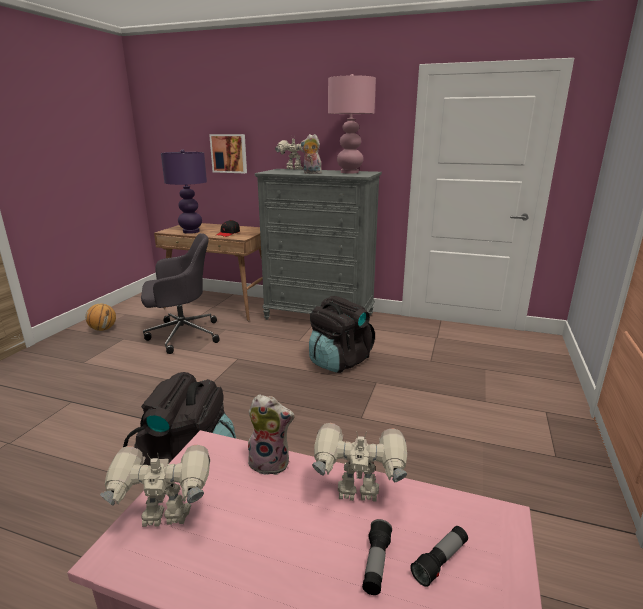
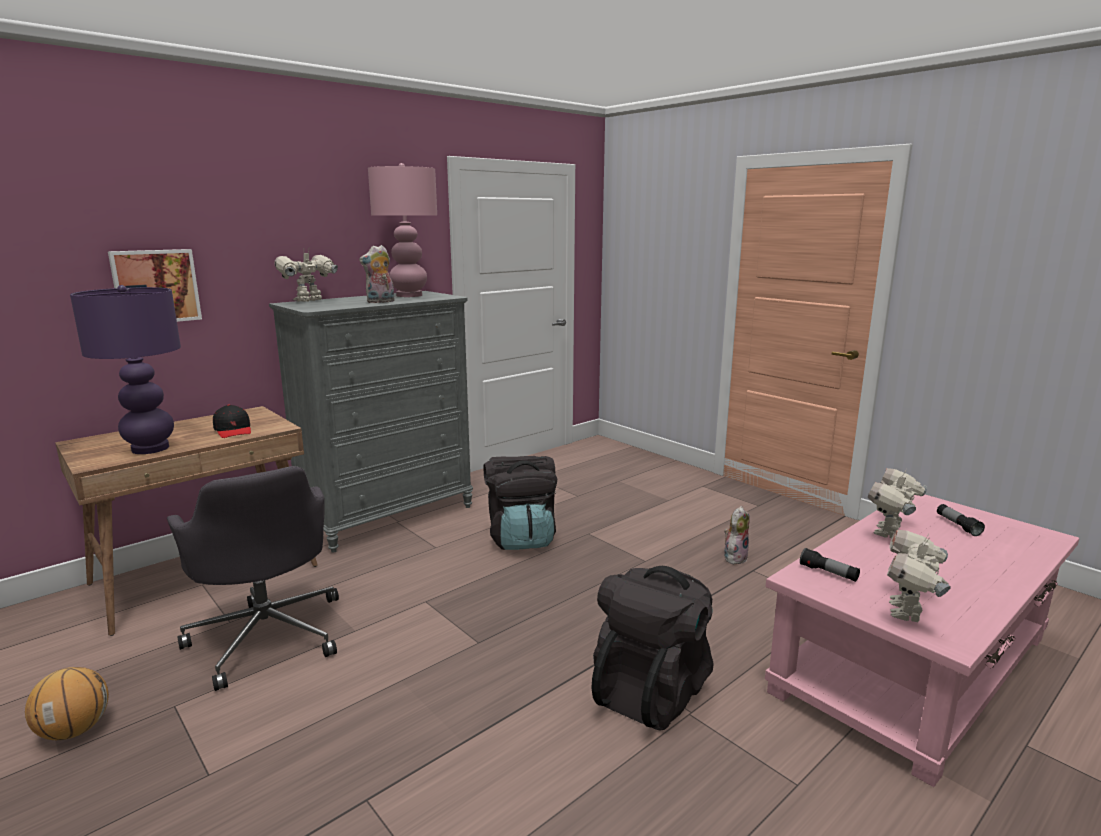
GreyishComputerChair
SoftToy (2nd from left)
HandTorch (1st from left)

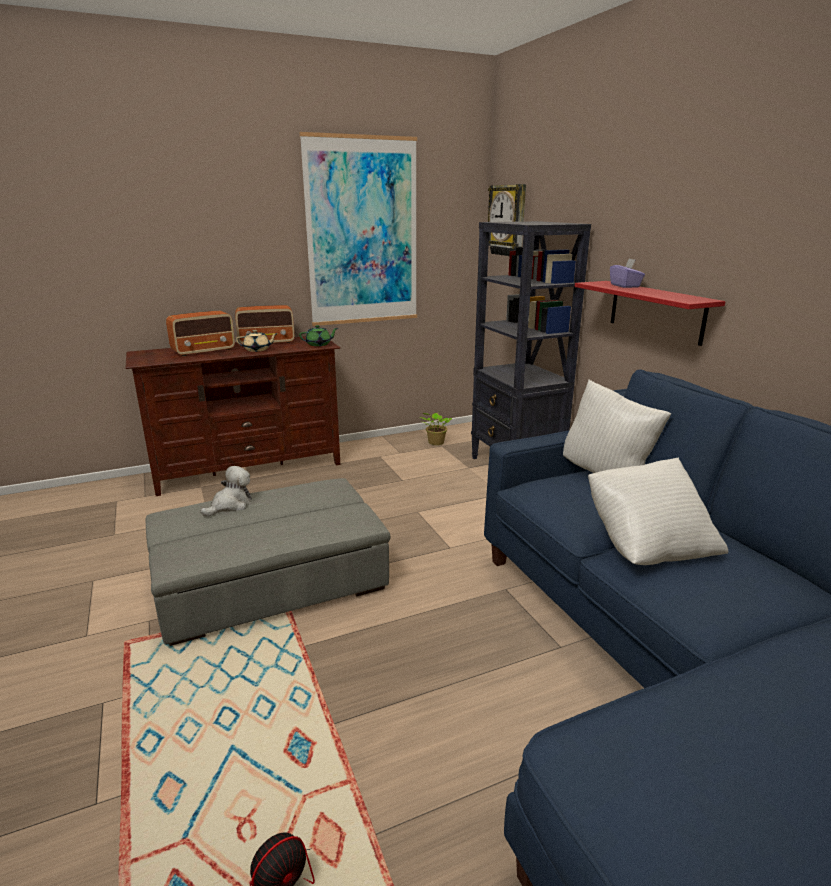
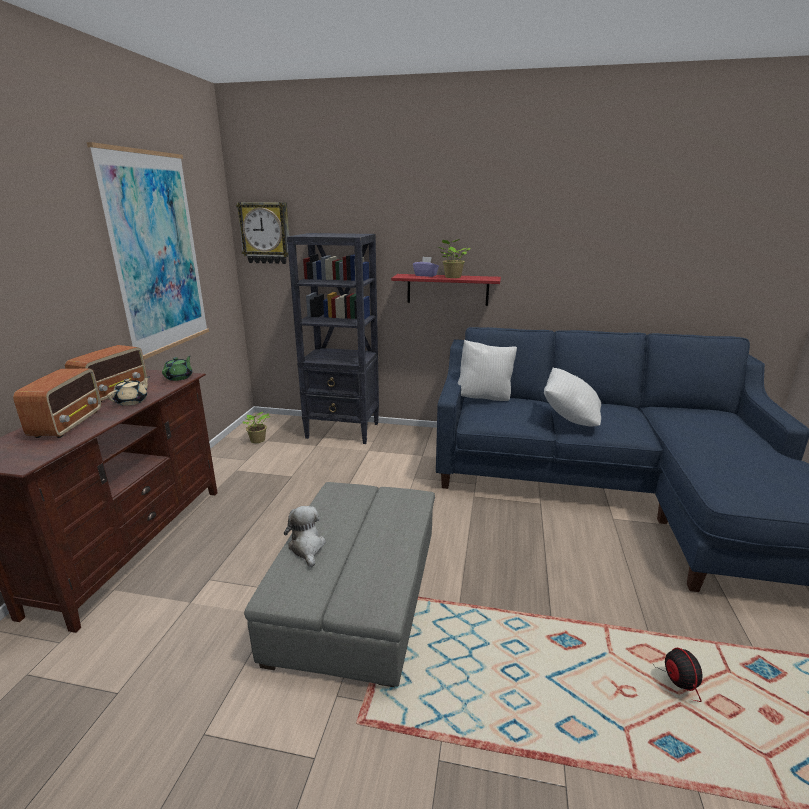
Houseplant (2nd from left)

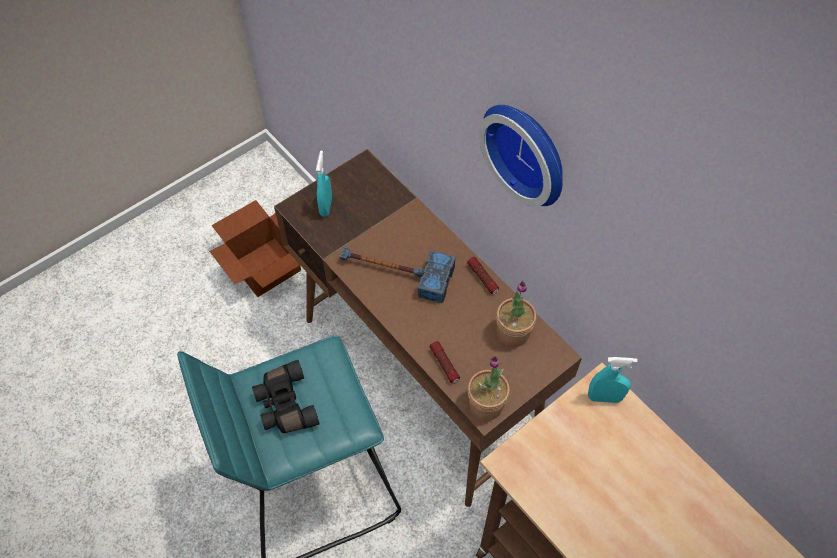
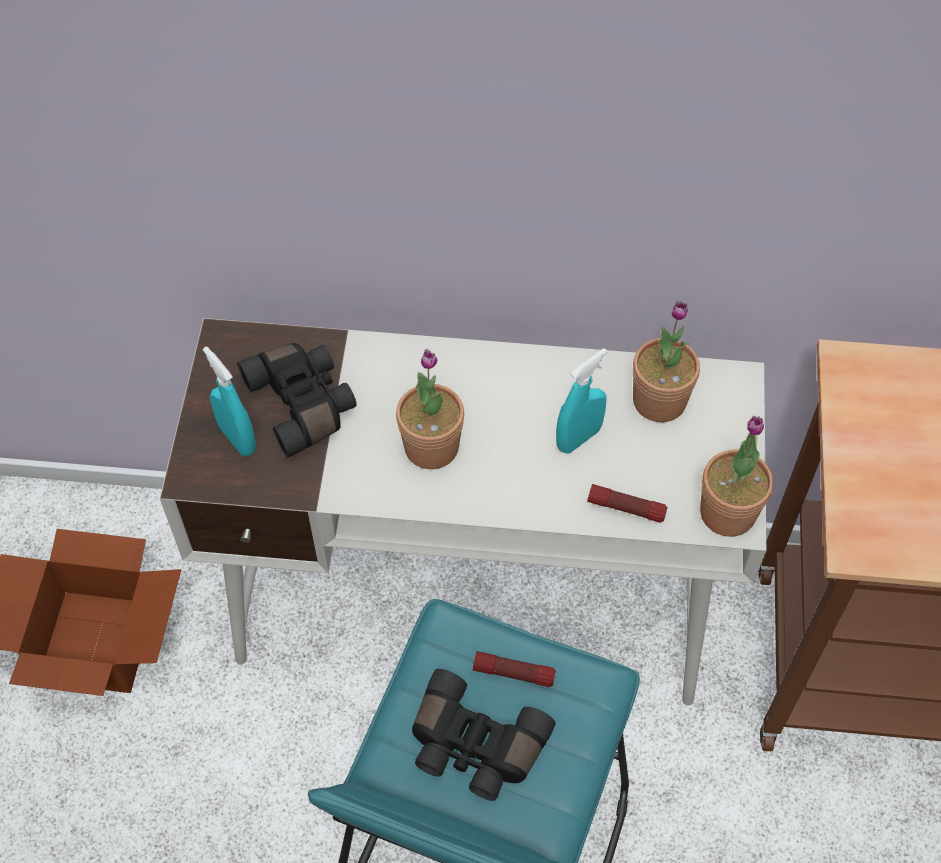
WhiteDeskTable
Houseplant (1st from left)
HandTorch (1st from left)
WallClock
TurquoiseHandSprayer (2nd from left)
BlackishFieldGlasses (1st from left)

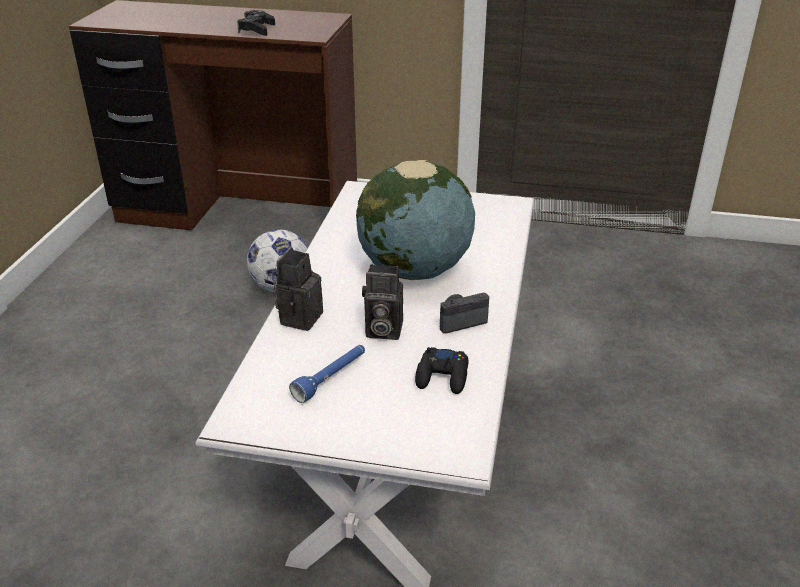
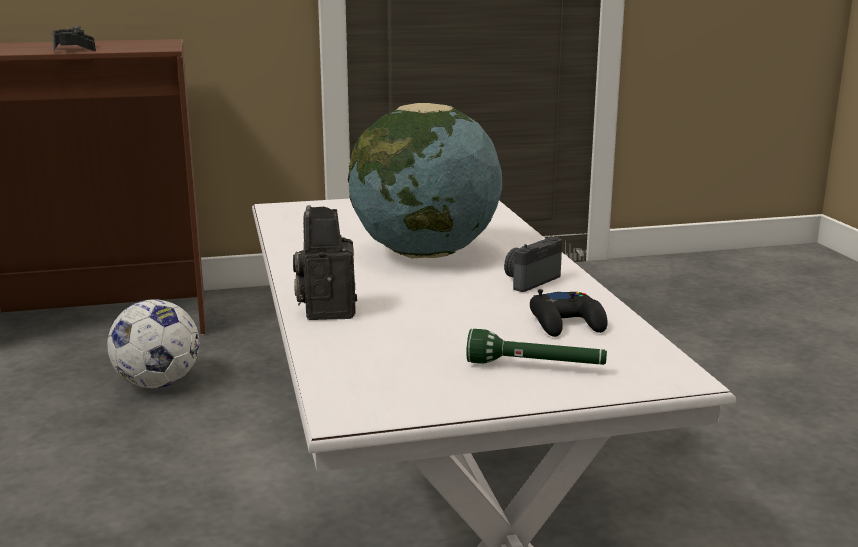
BlueColouredHandTorch
StillCamera (2nd from left in the first image)
GreenColouredHandTorch

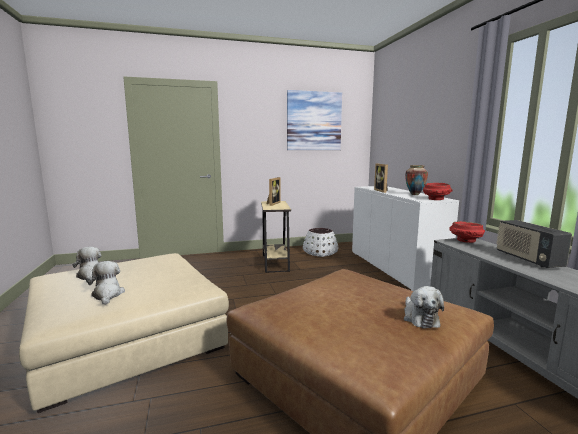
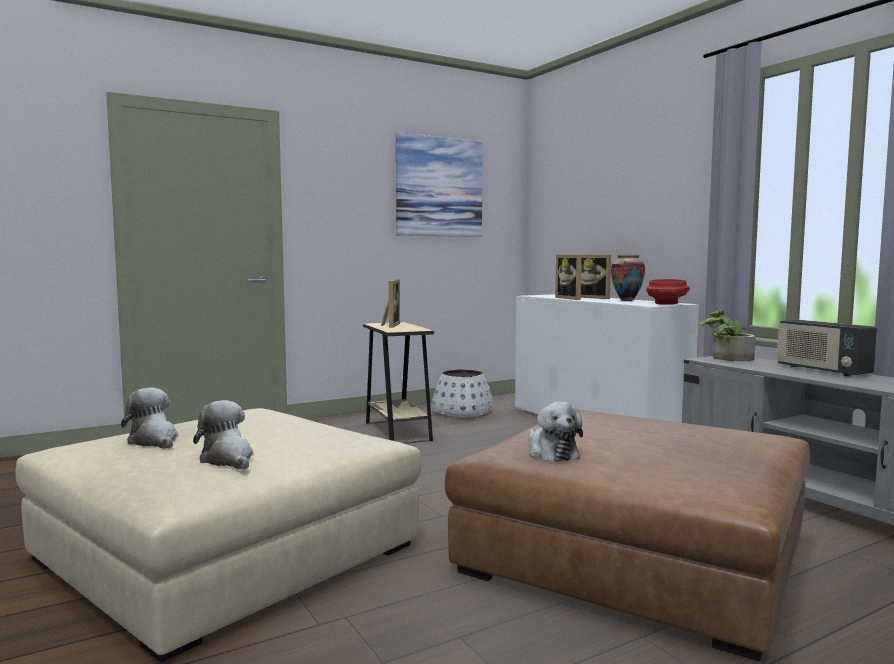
SoftToy (3rd from left)
Houseplant
StandingFrame (3rd from left)

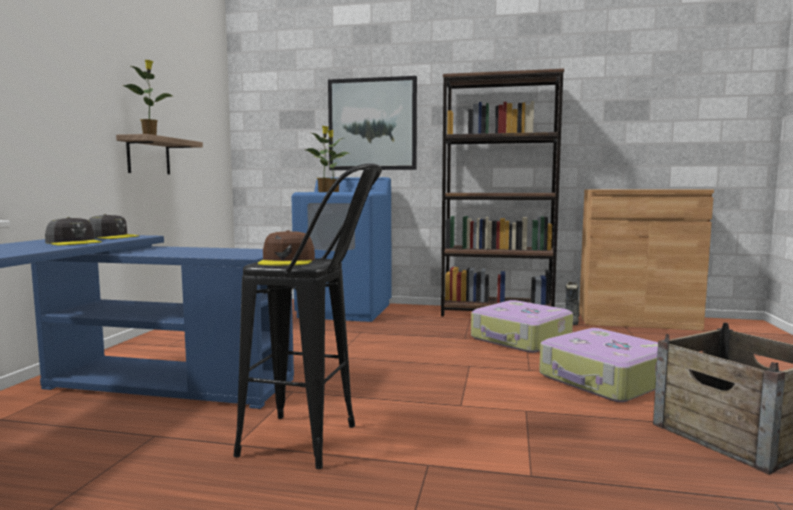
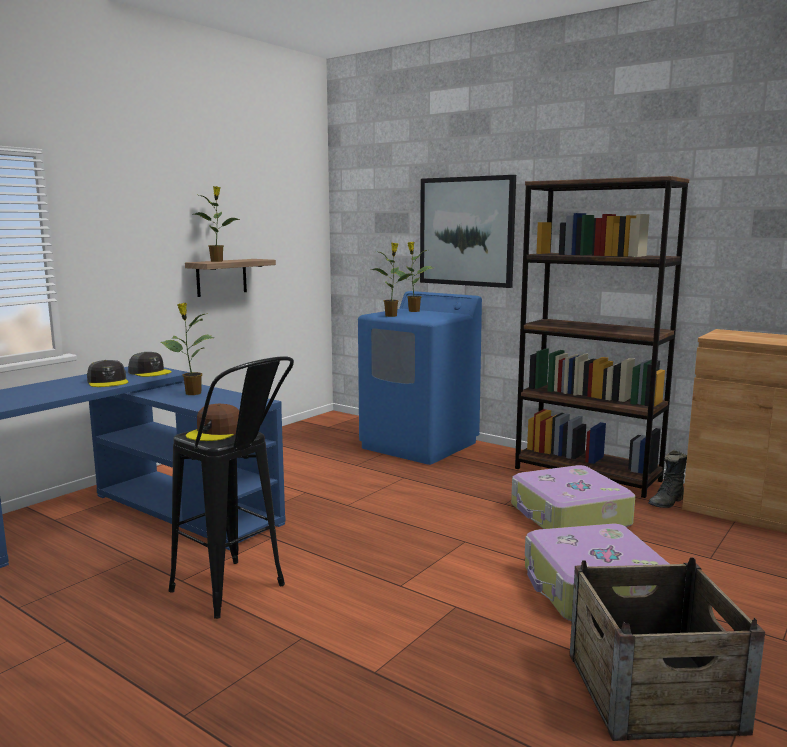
Houseplant (1st from left)

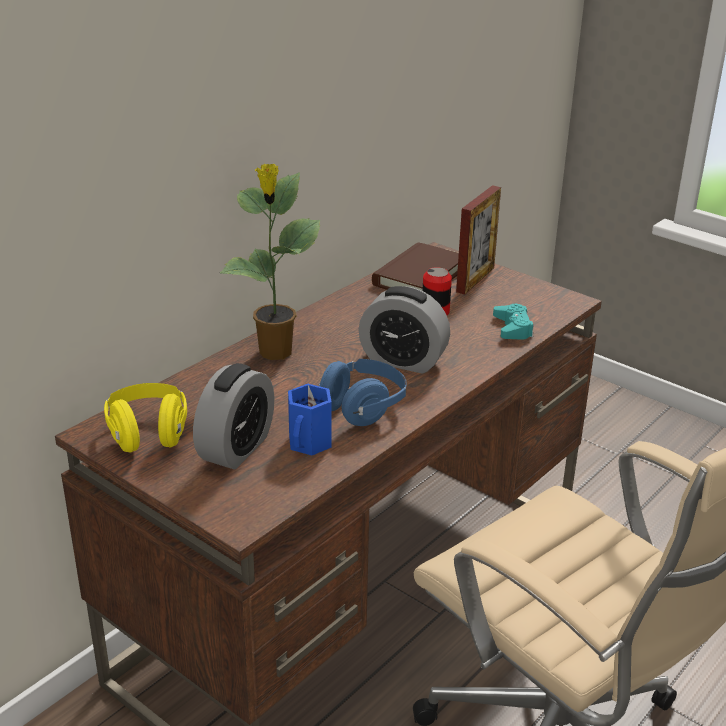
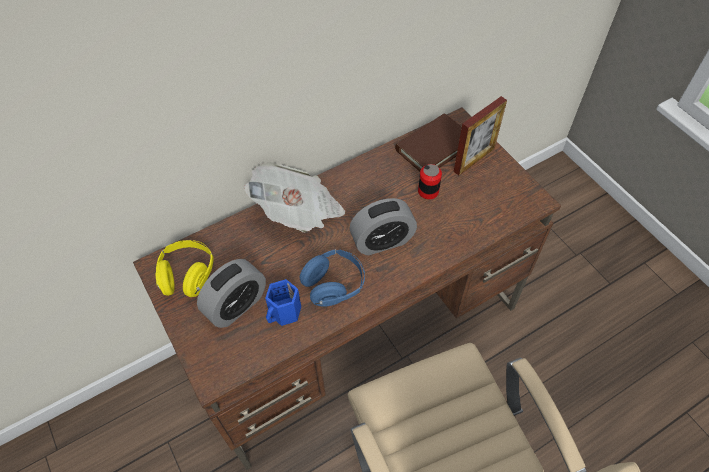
DailyPaper
TableClock (2nd from left)
TurquoiseJoypad

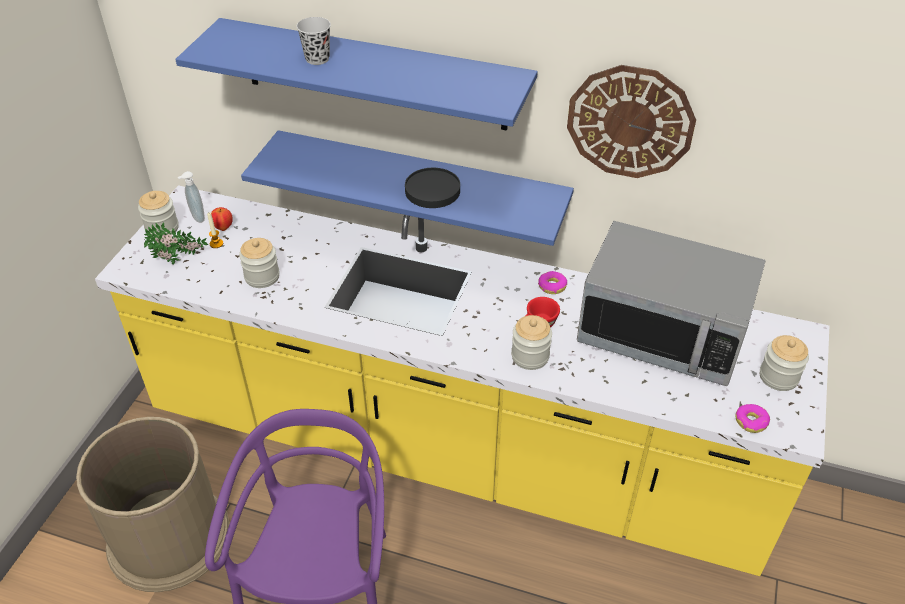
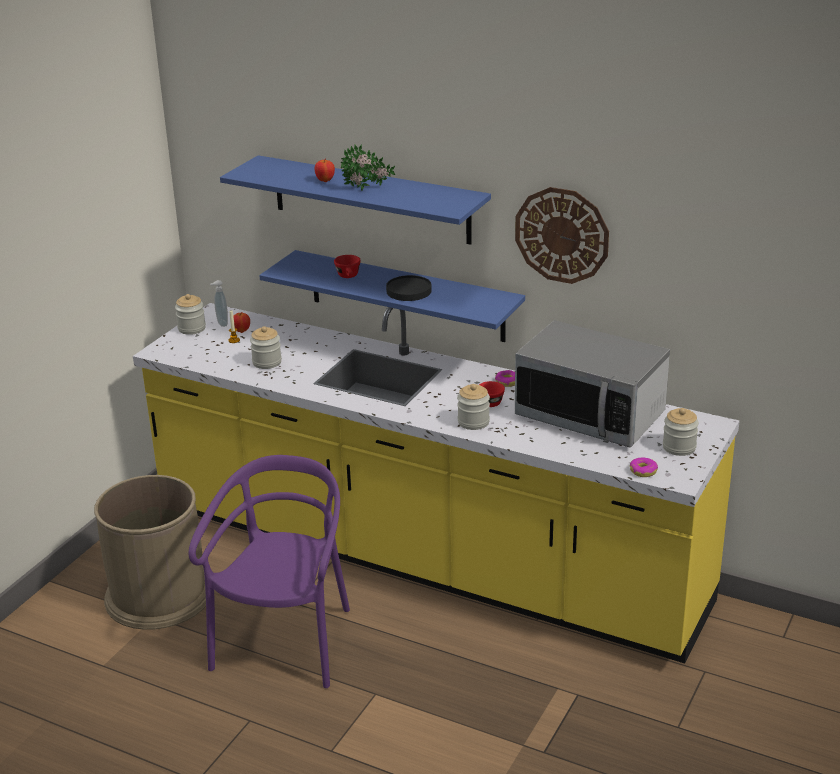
Houseplant
Apple (2nd from left)
ReddishSmallCup (1st from left)

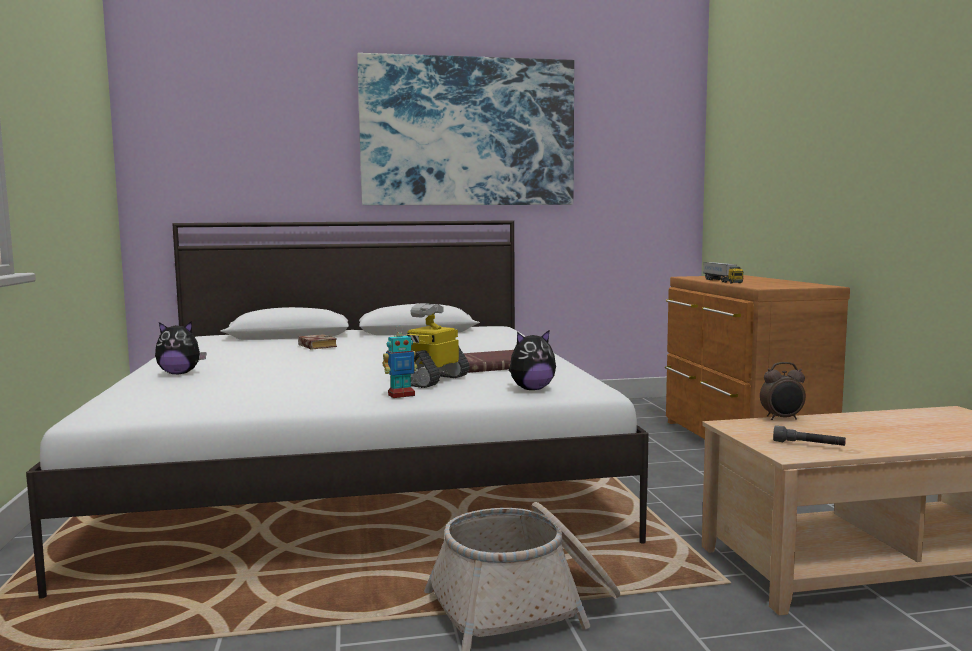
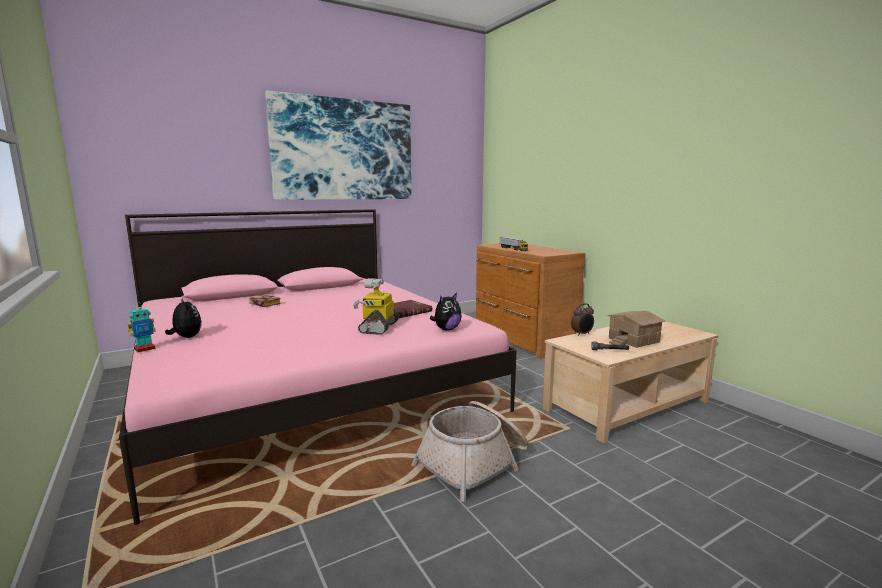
PinkColouredSleepingBed
SoftToy (1st from left)
ToyRobot (1st from left)
MiniatureHouse

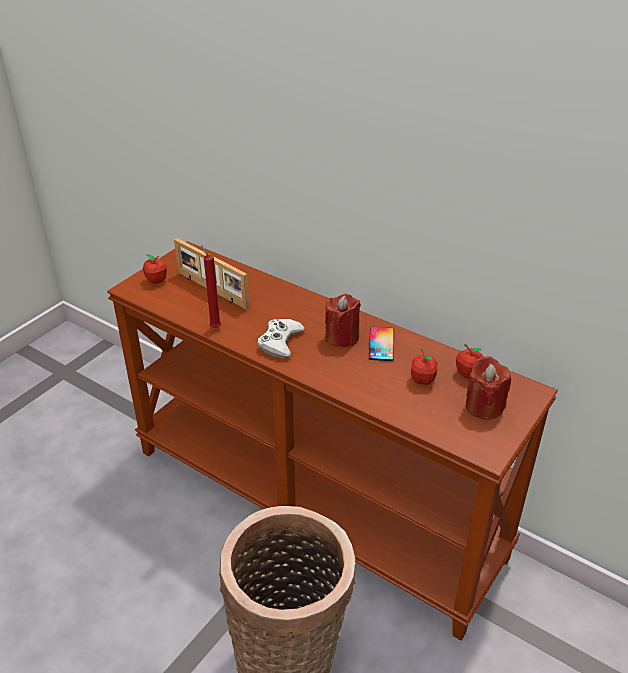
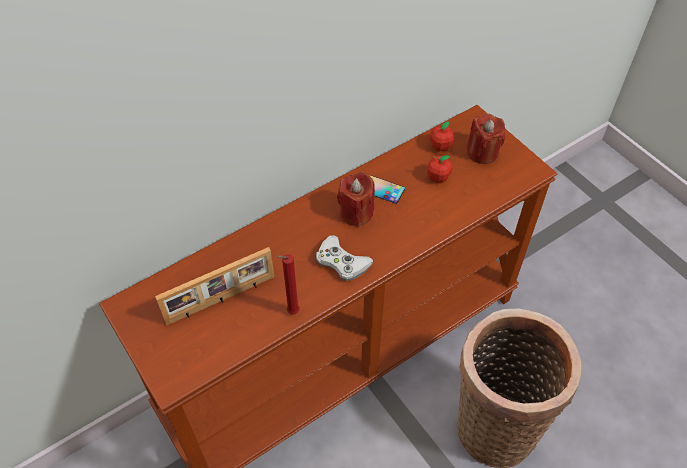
Apple (1st from left in the first image)

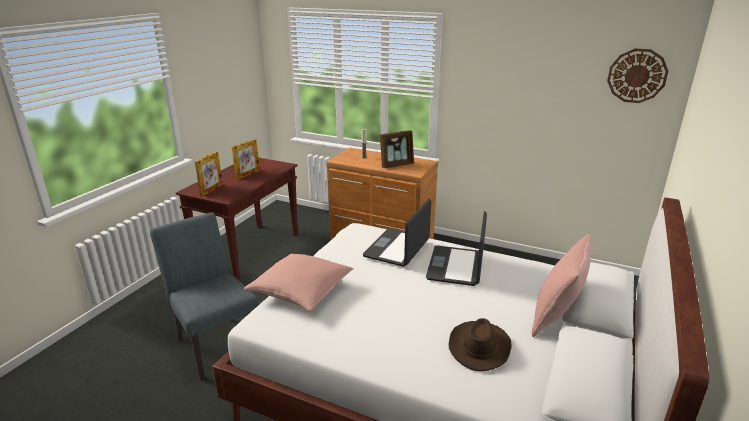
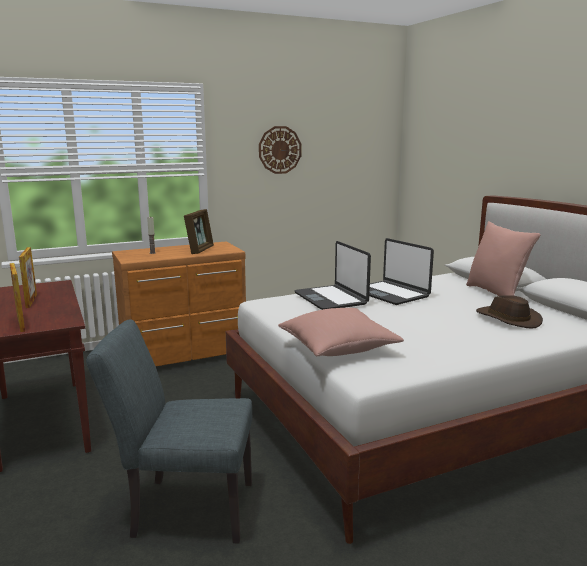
WallClock

